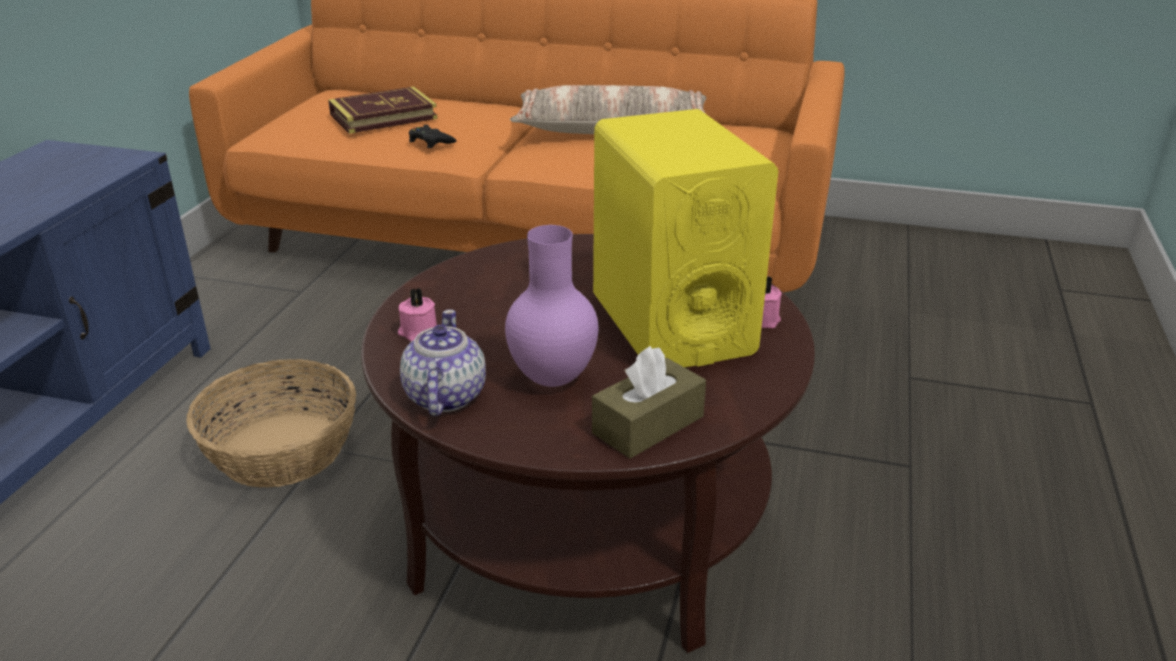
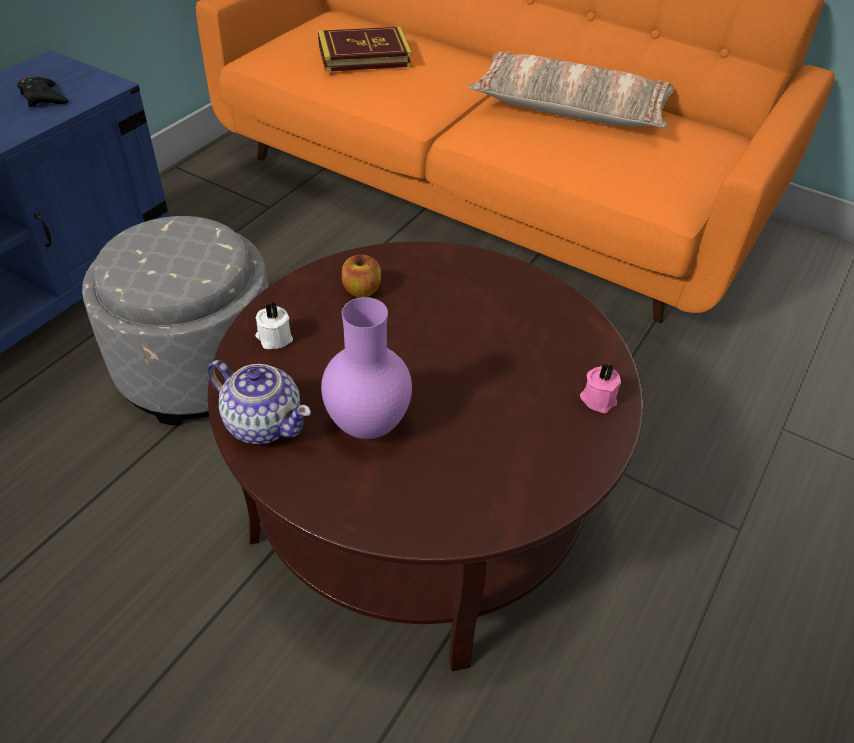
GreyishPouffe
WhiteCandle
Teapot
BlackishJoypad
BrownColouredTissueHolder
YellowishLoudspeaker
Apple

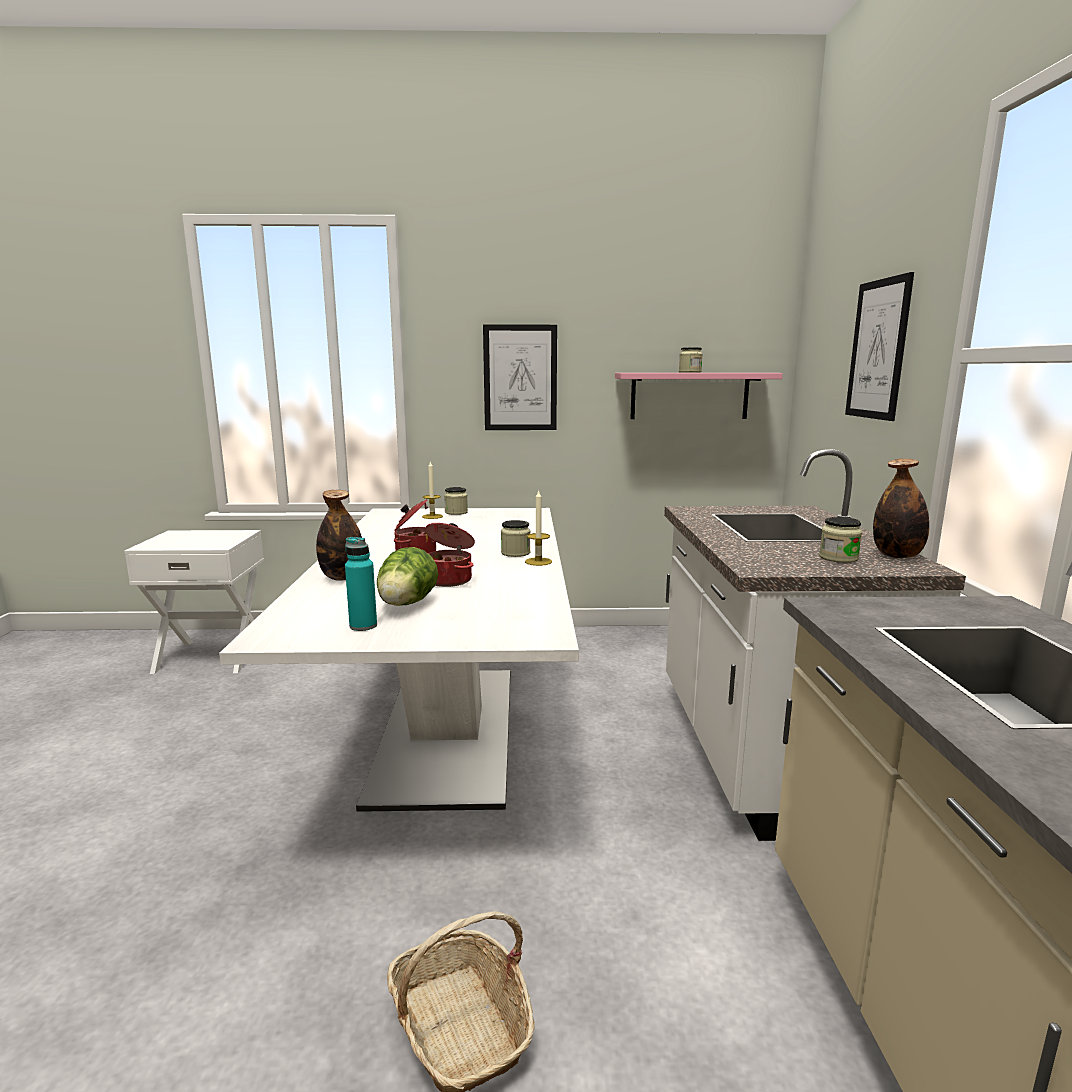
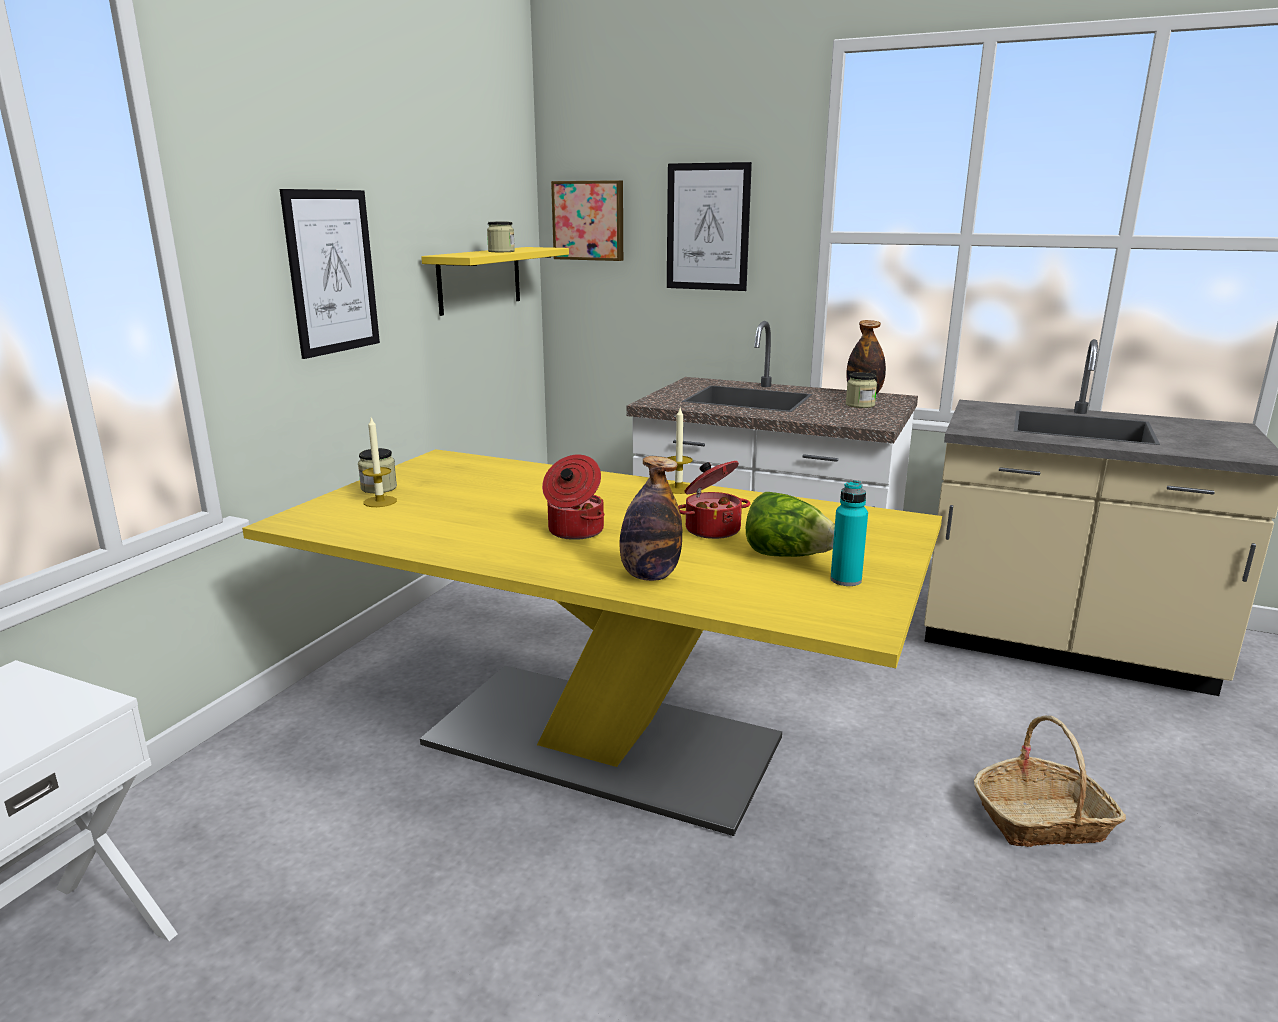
YellowishKitchenTable
Jar (2nd from left in the first image)
YellowishBracketShelf
Picture (2nd from left)

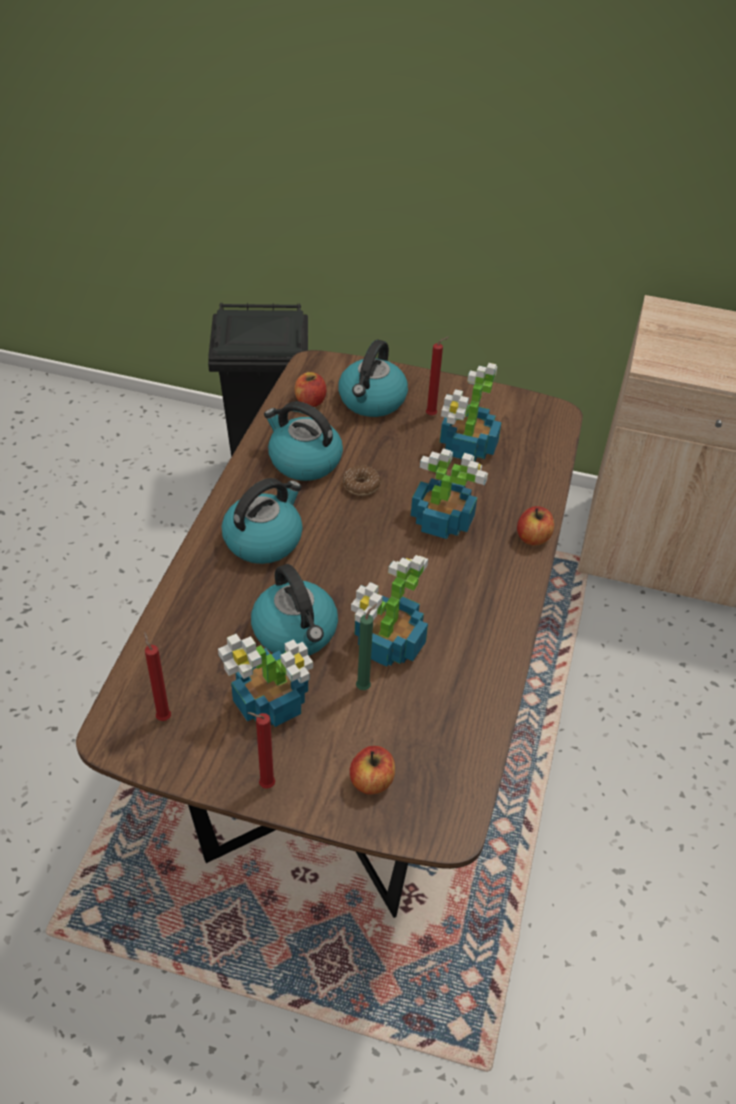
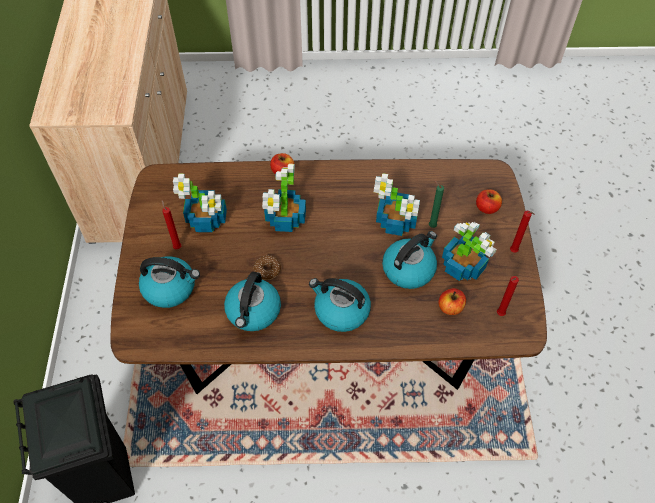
Apple (2nd from left)

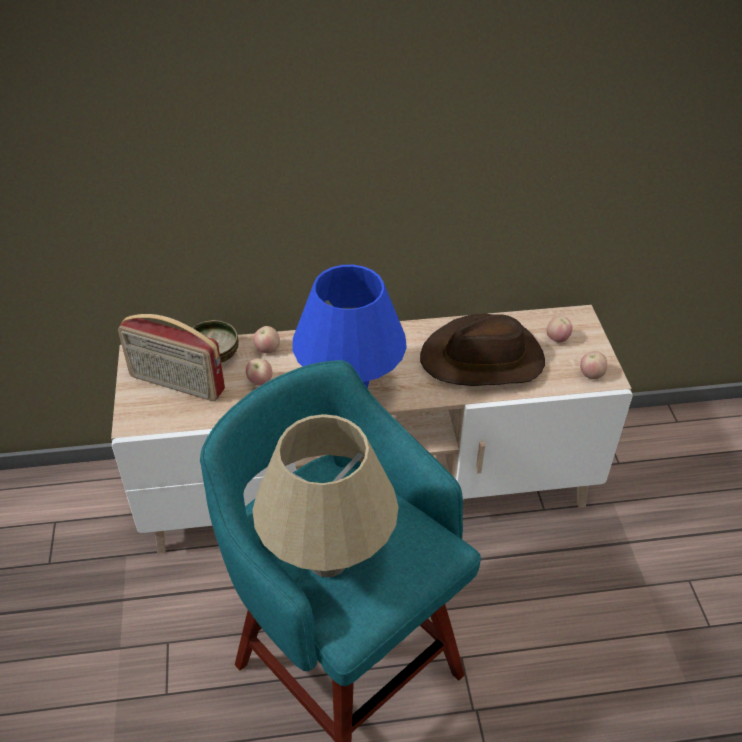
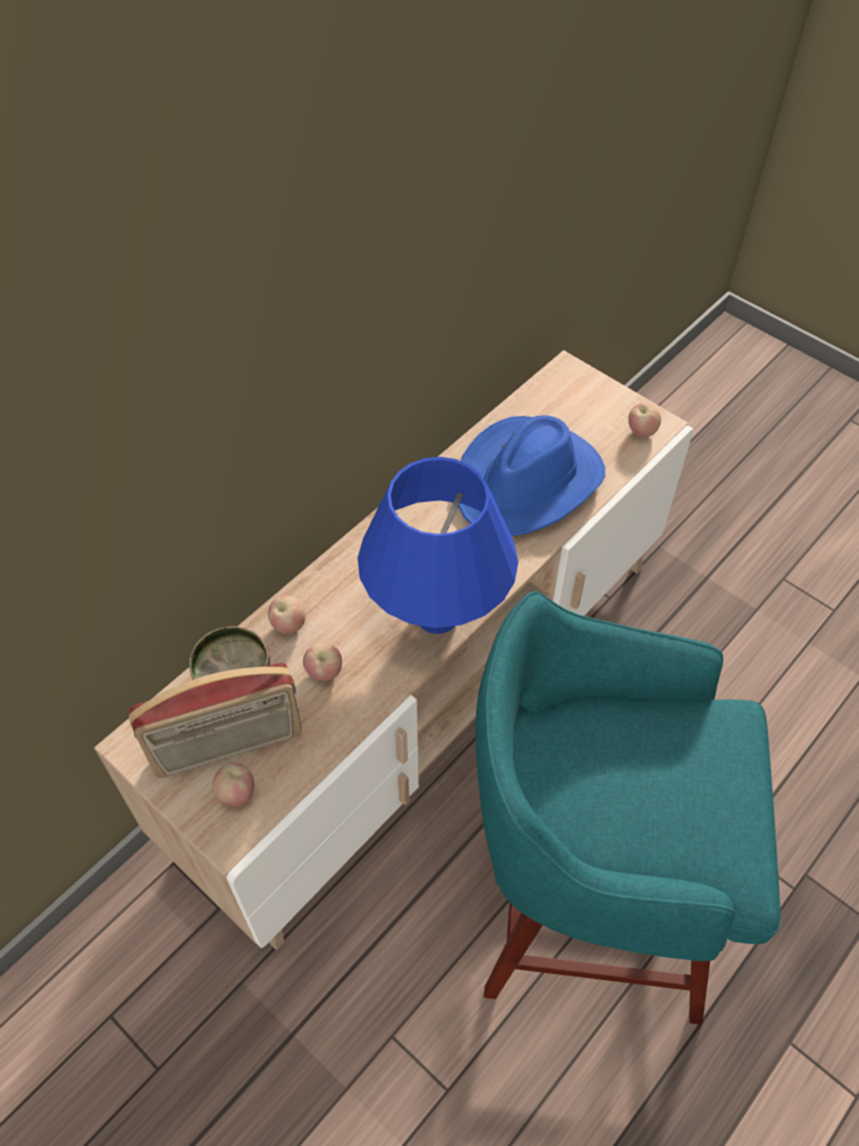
SandColouredTableLamp
BlueColouredWearableHat
Apple (1st from left)

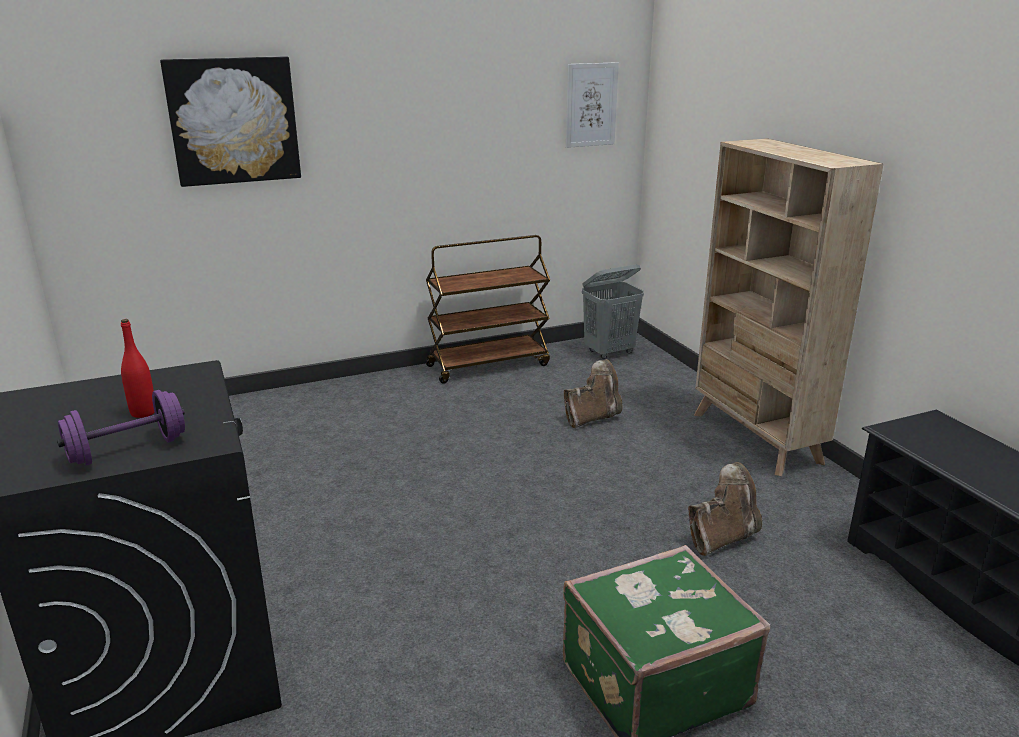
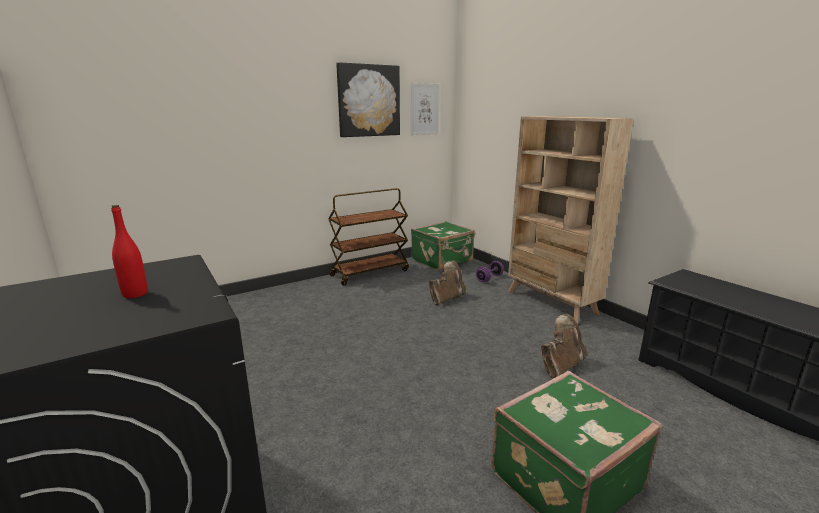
PurpleColouredHandWeight
Picture (1st from left)
GreenColouredTravelCase (1st from left)

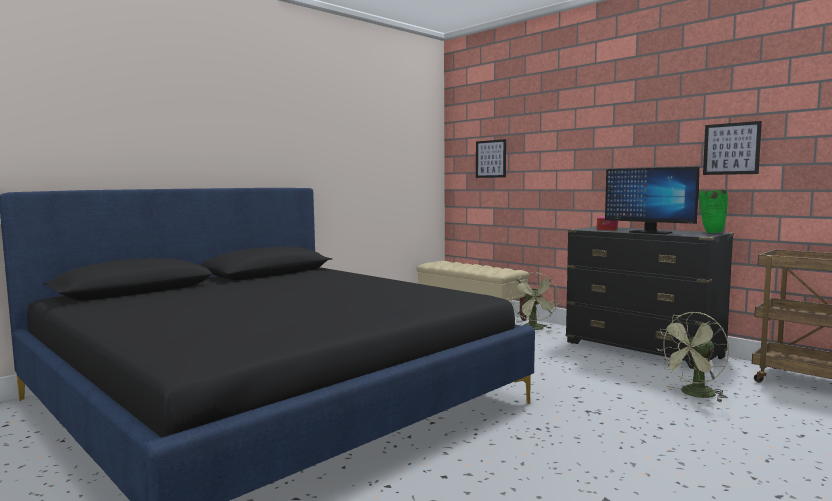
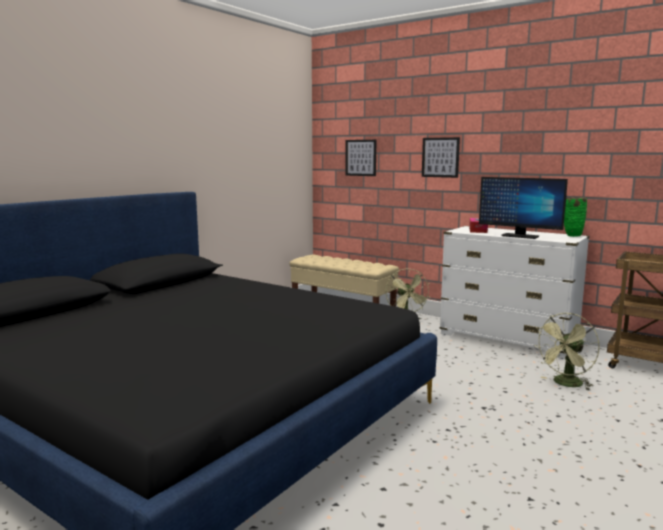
WhiteDresser
Picture (2nd from left)

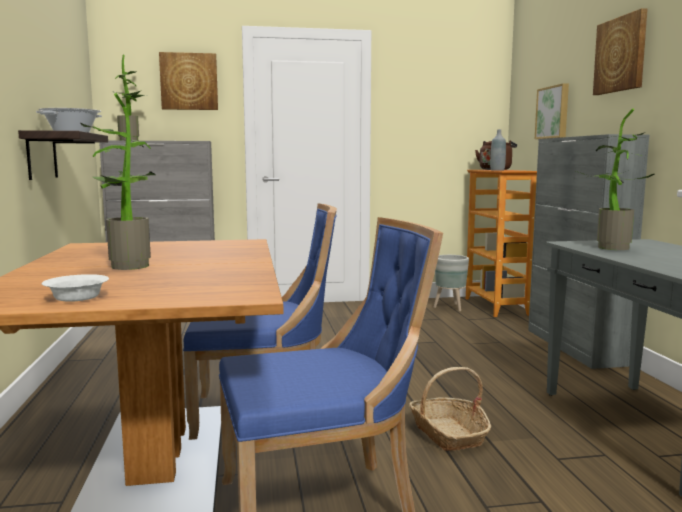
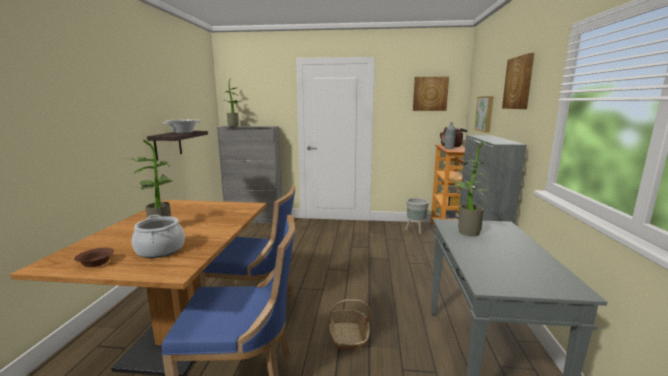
BrownColouredServingBowl
Picture (1st from left)
CookingPot (1st from left)

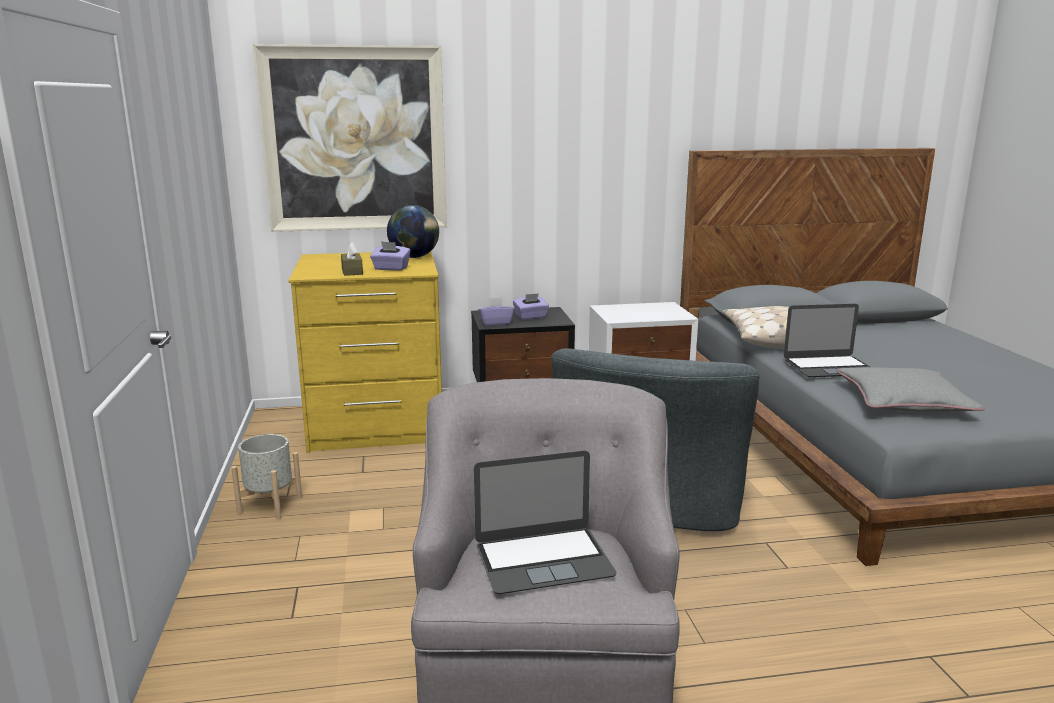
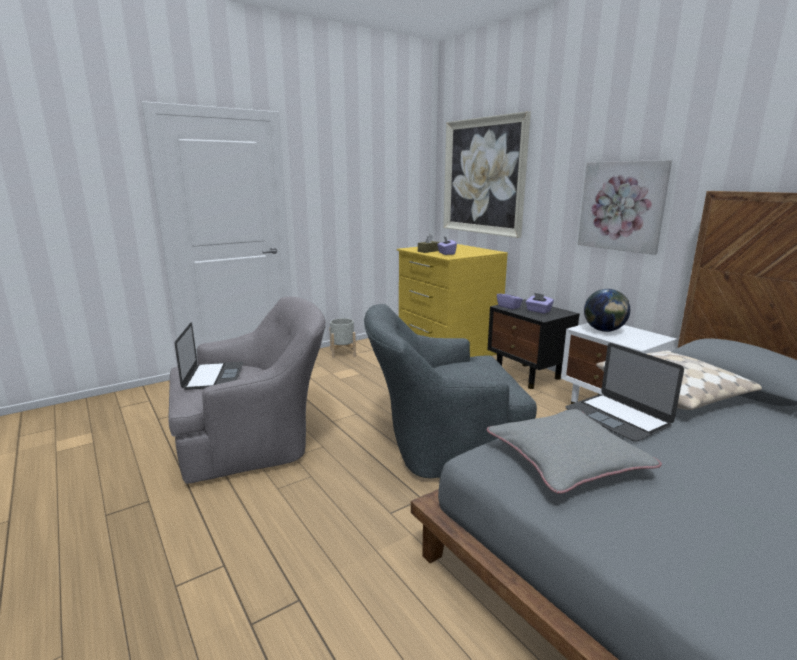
WorldGlobe
NotebookComputer (1st from left)
Picture (2nd from left)

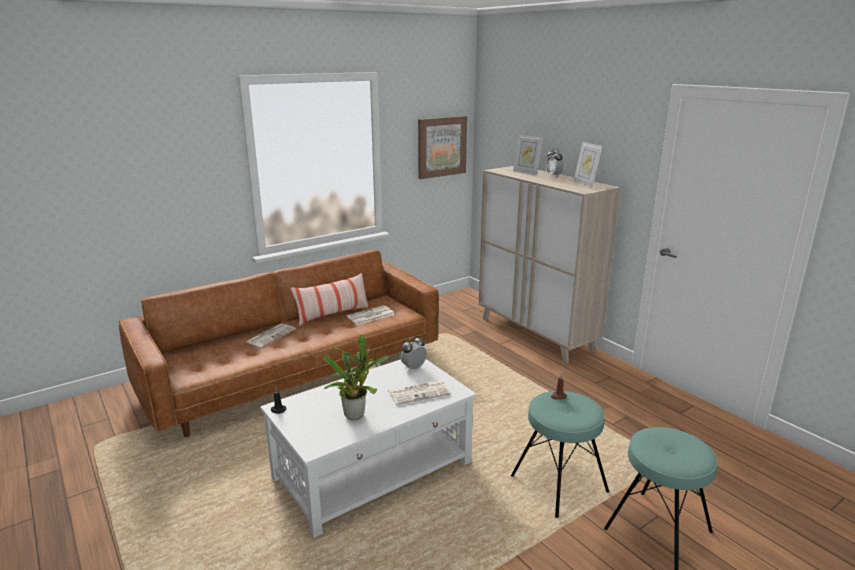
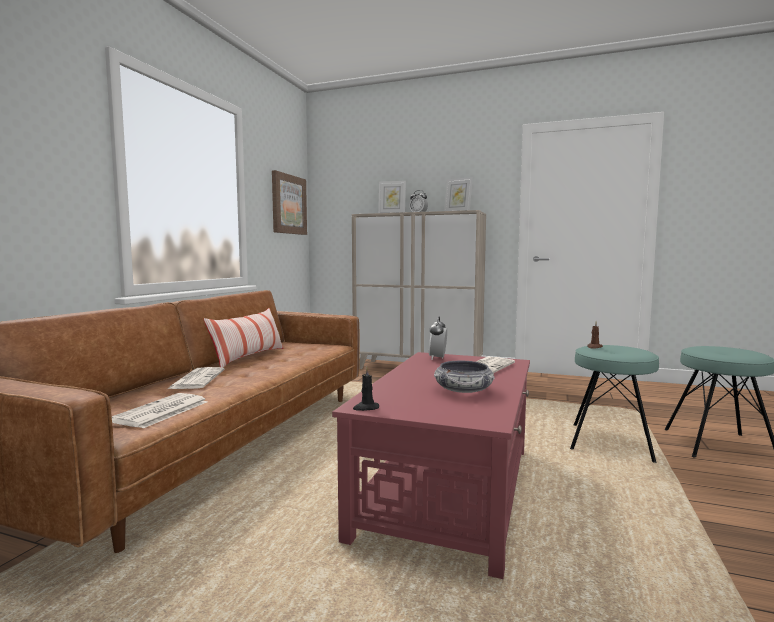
ReddishLoungeTable
ServingBowl
DailyPaper (1st from left)

